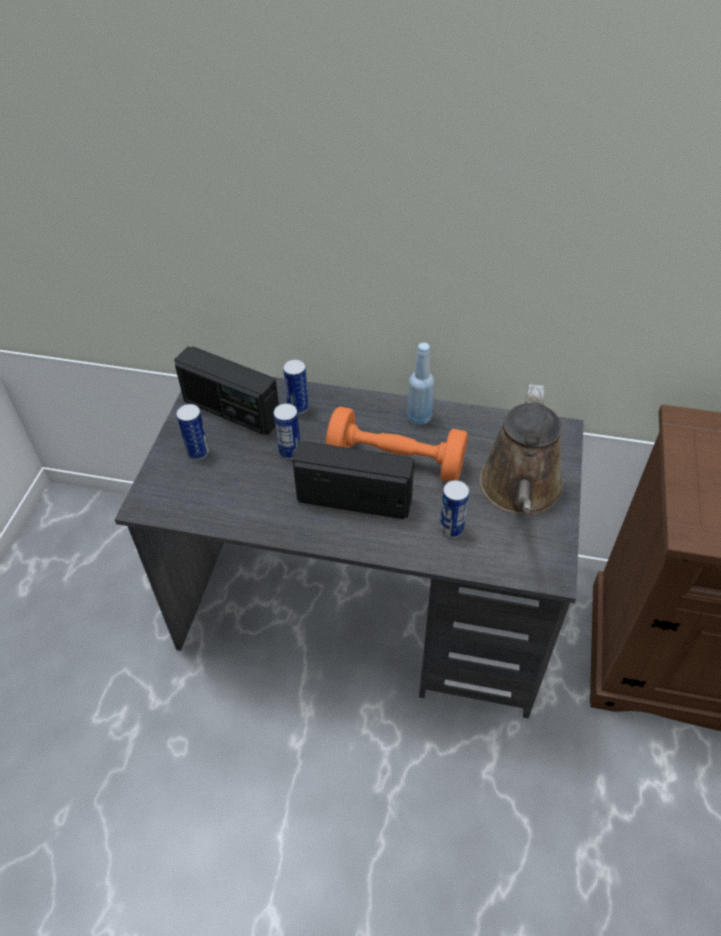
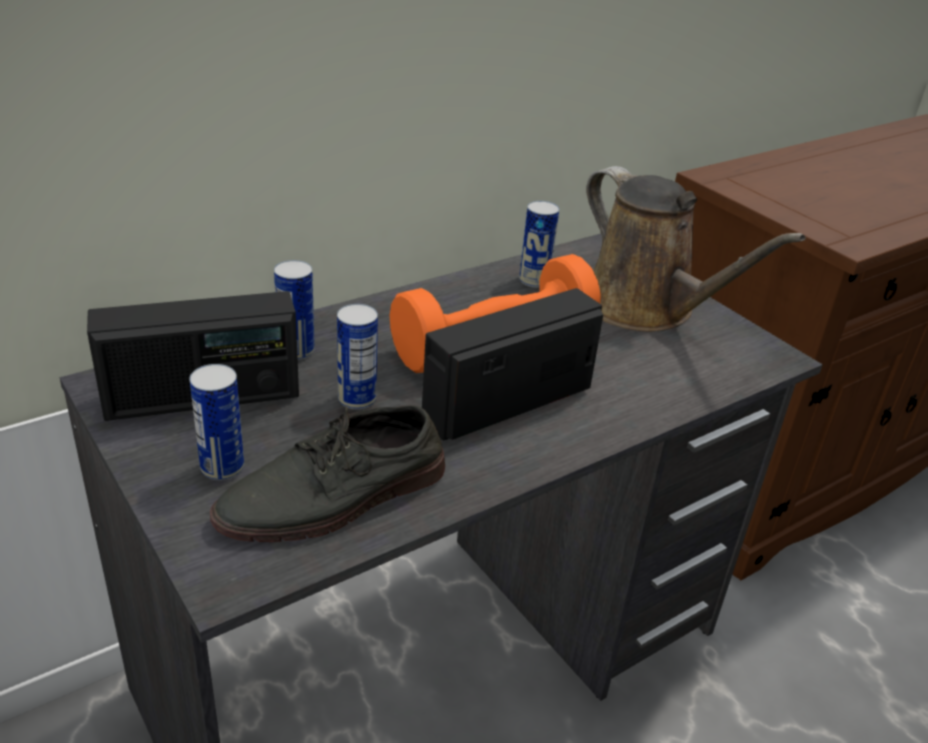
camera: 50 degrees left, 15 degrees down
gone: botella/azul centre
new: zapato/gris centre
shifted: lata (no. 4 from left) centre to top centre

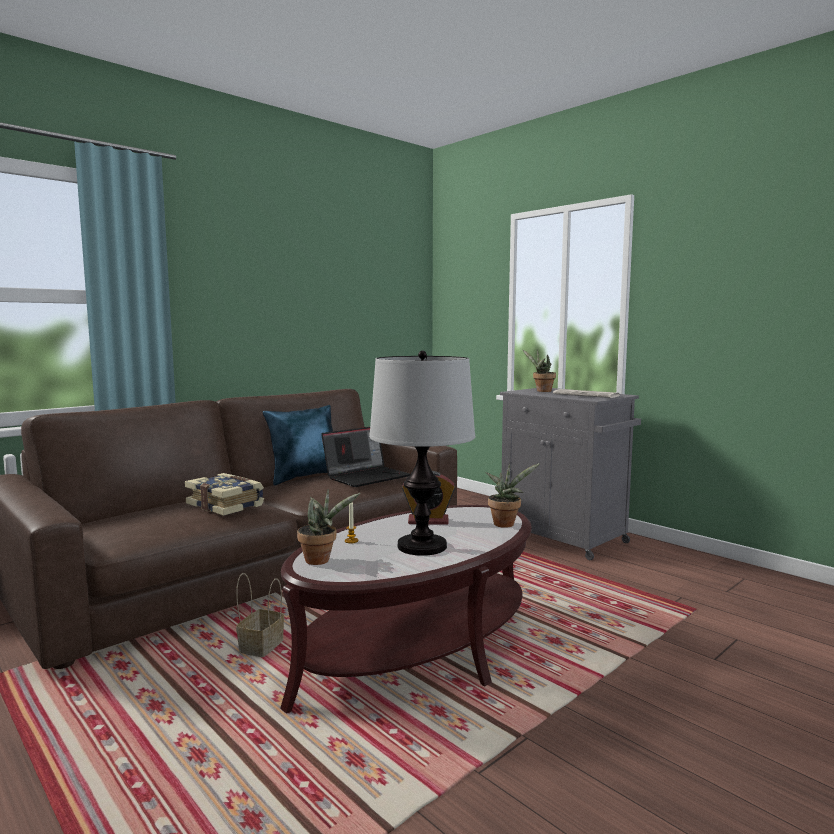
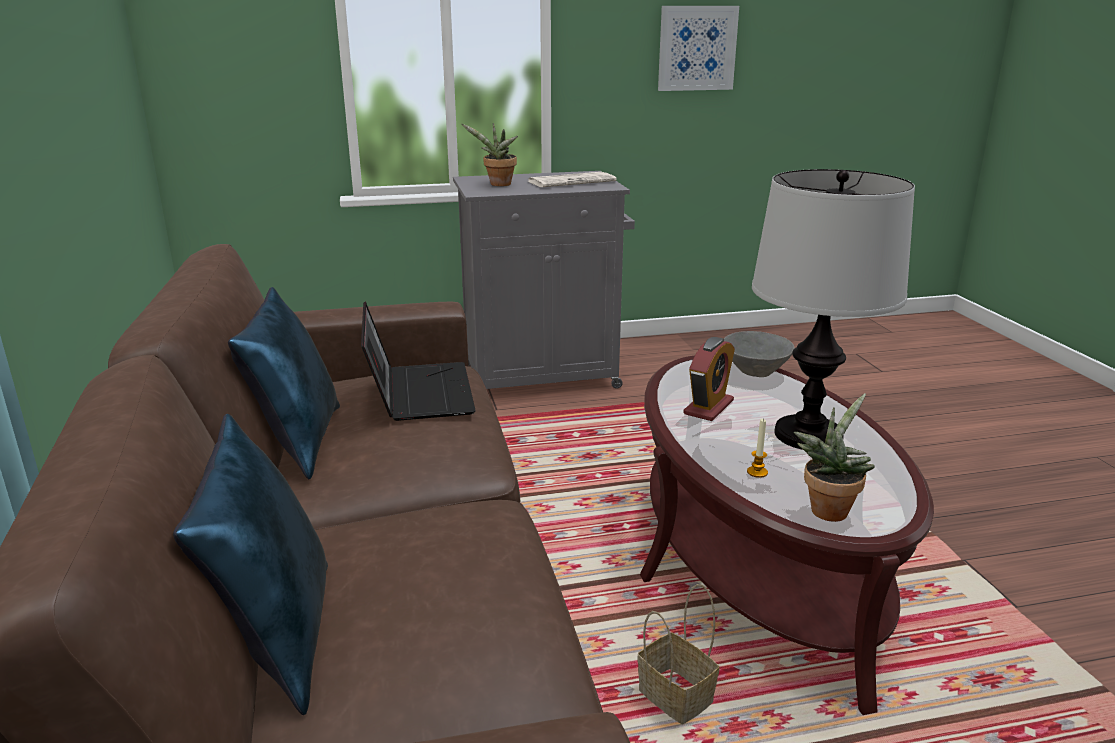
camera: 60 degrees left, 15 degrees up
gone: libro middle left
new: cojín/azul (no. 1 from left) bottom left; cuadro top centre
swapped: planta en maceta (no. 2 from left) centre to cuenco/gris middle right

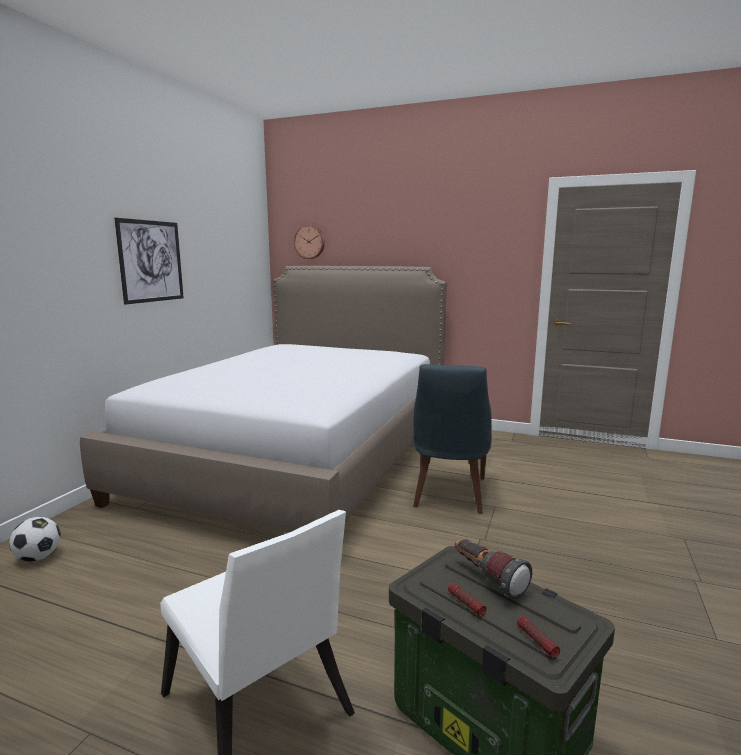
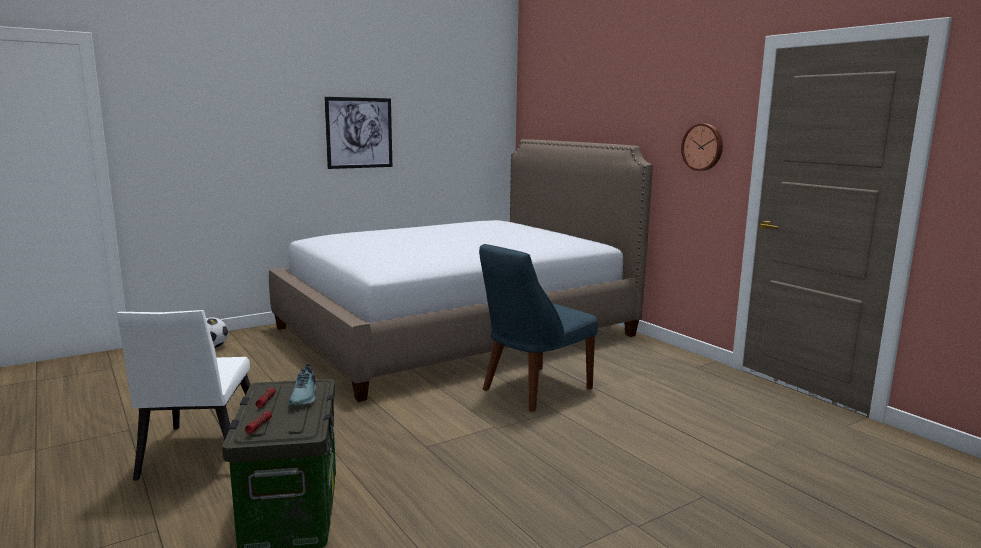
camera: 35 degrees right, 0 degrees up
shifted: reloj de pared top centre to top right
swapped: linterna (no. 2 from left) bottom centre to zapato bottom left

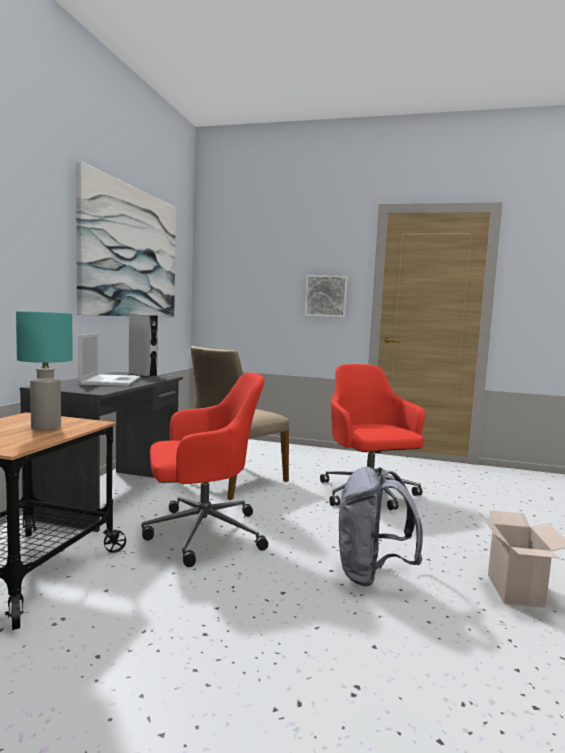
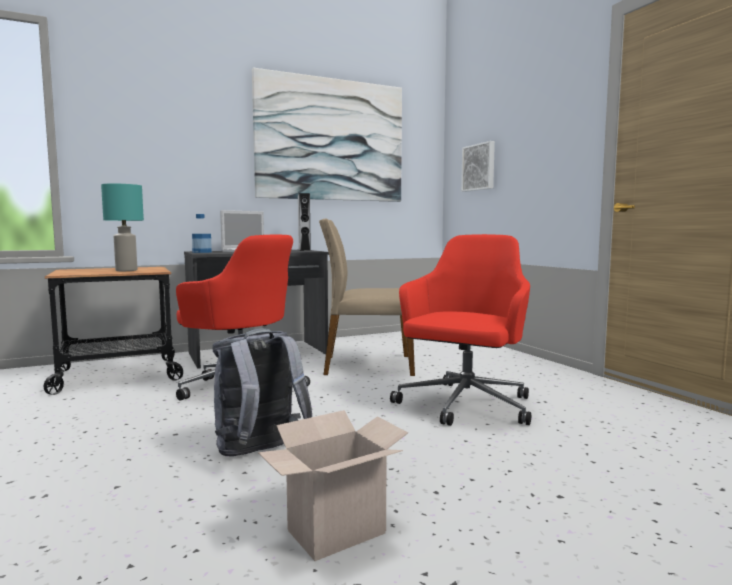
camera: 50 degrees right, 0 degrees up
new: botella middle left
shifted: cuadro (no. 2 from left) centre to top centre

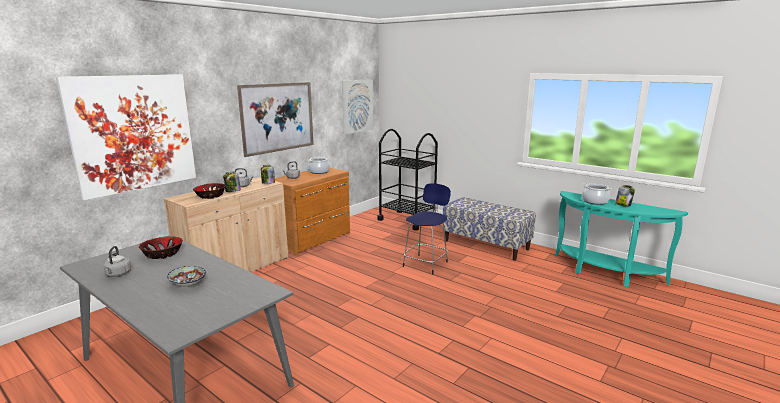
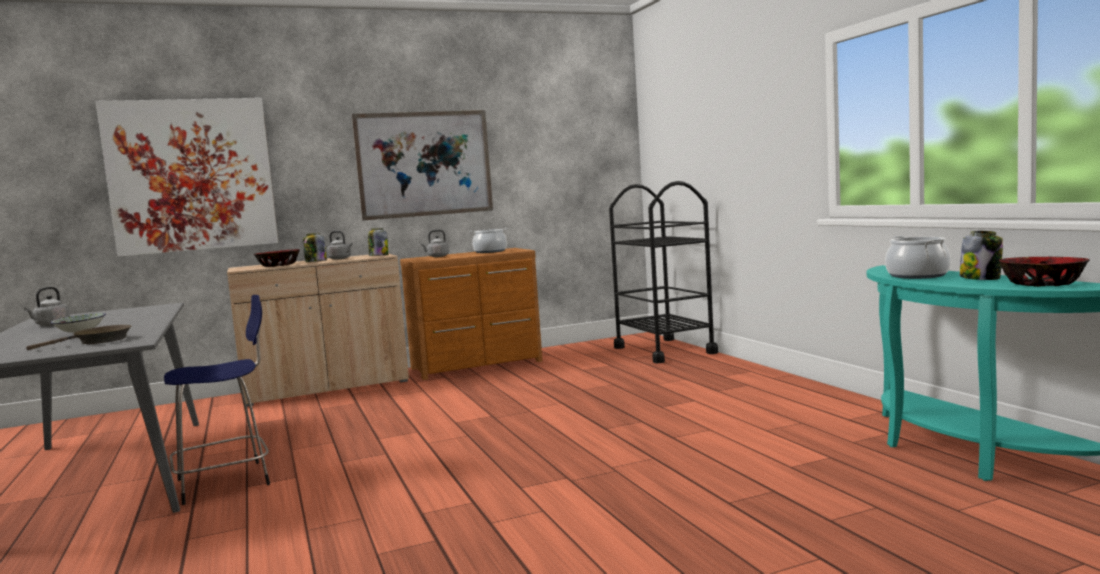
camera: 30 degrees right, 10 degrees down
gone: cuadro (no. 3 from left) top centre; banco centre
new: sartén/marrón middle left
shifted: taburete/azul centre to bottom left; cuenco (no. 1 from left in the first image) middle left to cuenco (no. 3 from left) middle right

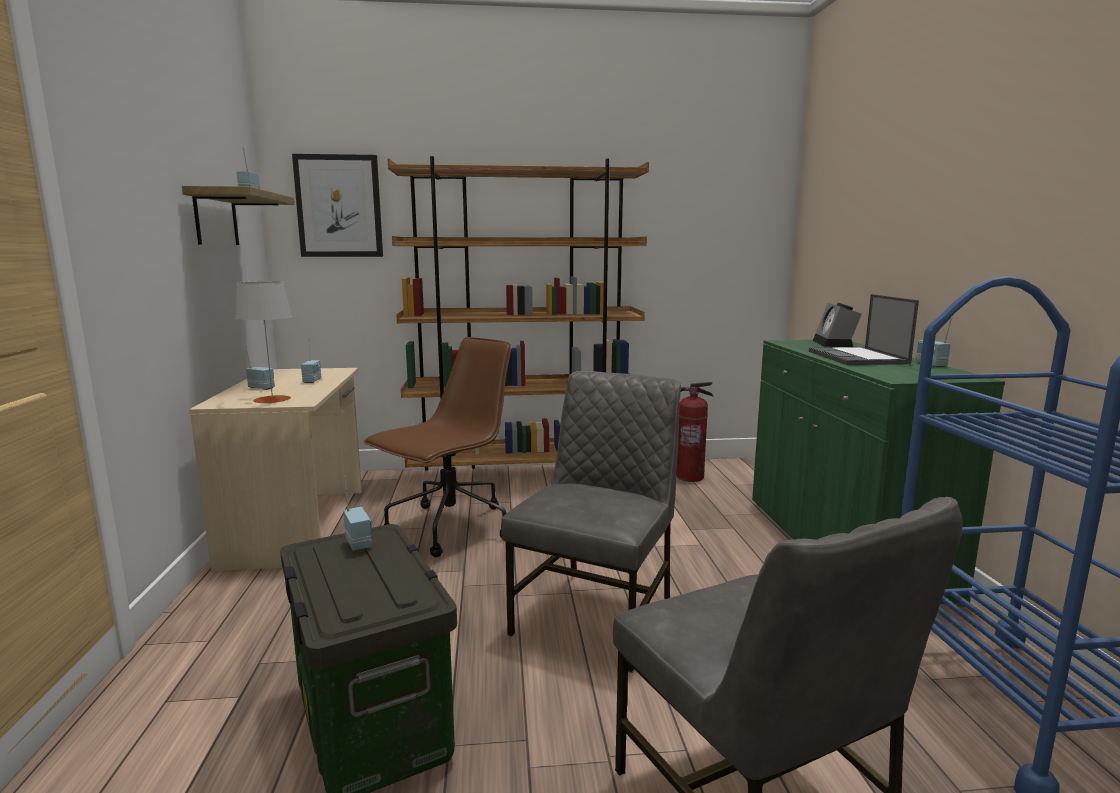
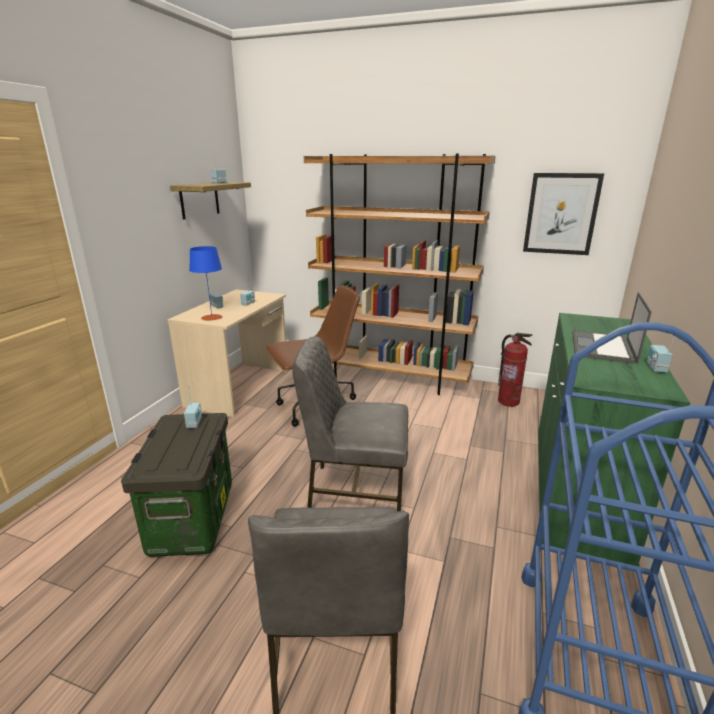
camera: 25 degrees right, 10 degrees up
gone: despertador middle right
shifted: cuadro top left to top right
repainted: lámpara de mesa/gris middle left to lámpara de mesa/azul middle left
rotated: silla/gris (no. 1 from left in the first image) centre = centre 135 degrees counterclockwise

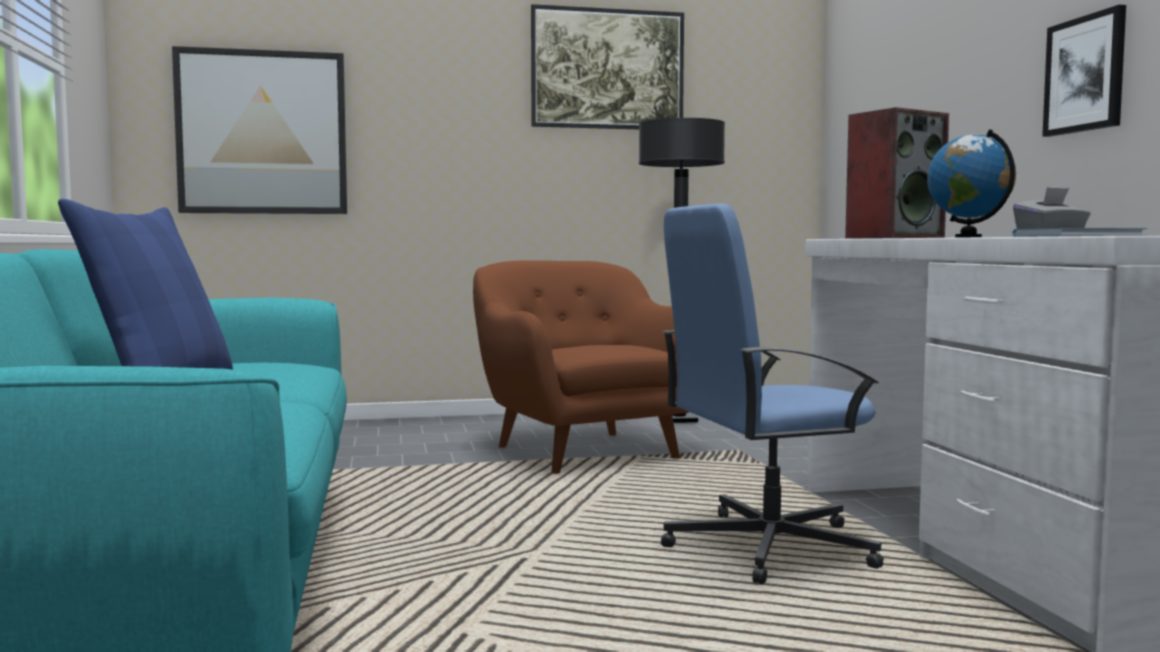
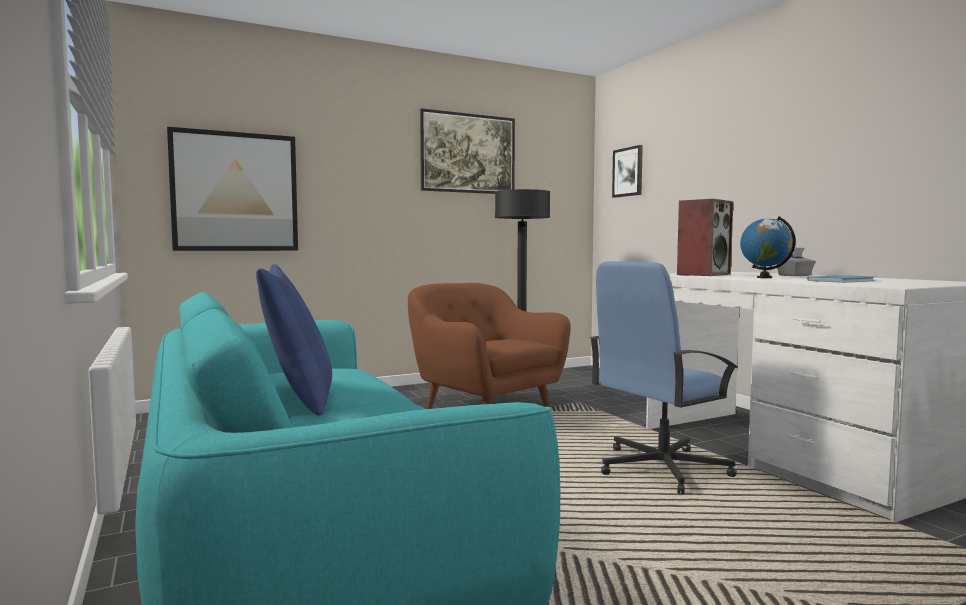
camera: 15 degrees left, 0 degrees up
shifted: cuadro (no. 3 from left) top right to top centre

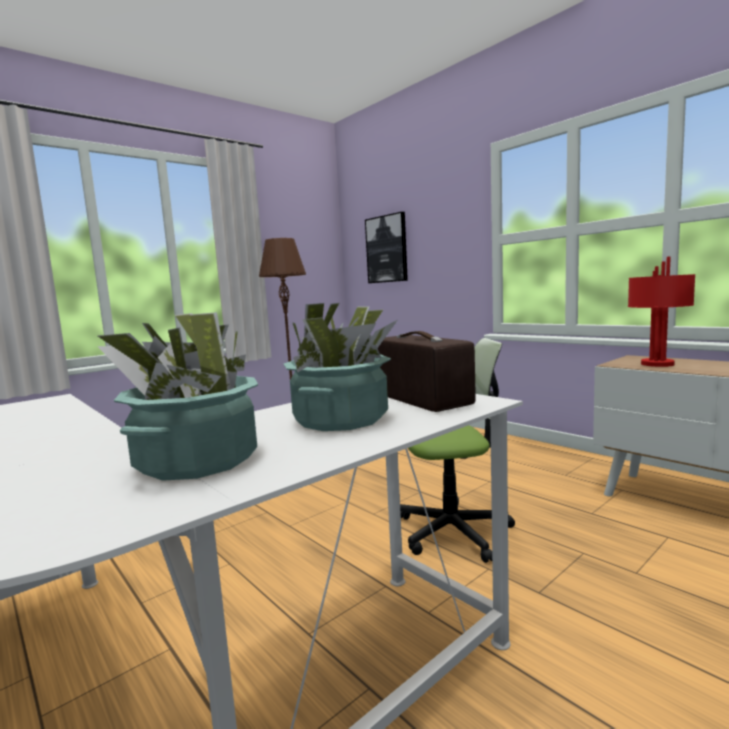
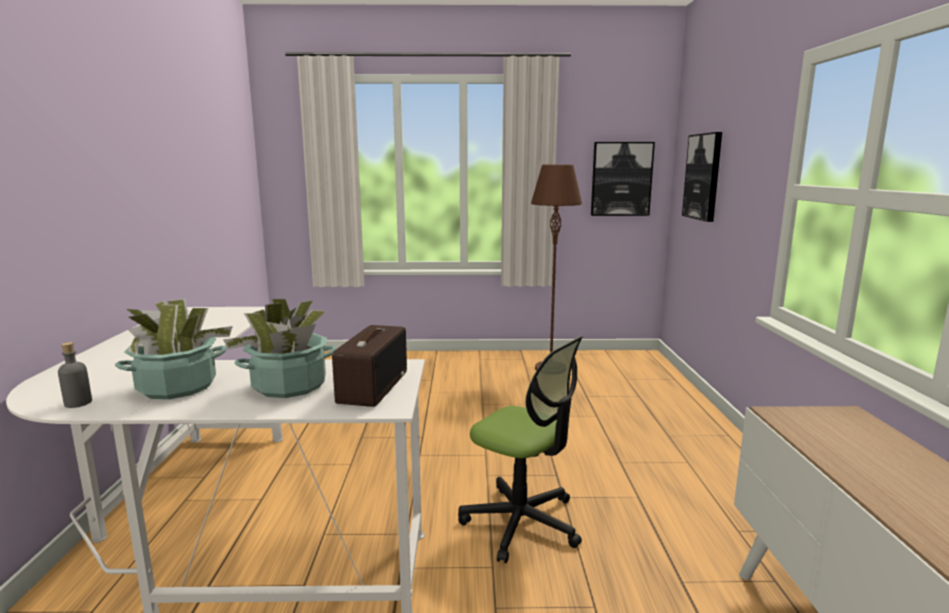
camera: 40 degrees right, 5 degrees up
gone: lámpara de mesa/rojo middle right
new: botella/gris middle left; cuadro (no. 1 from left) top centre

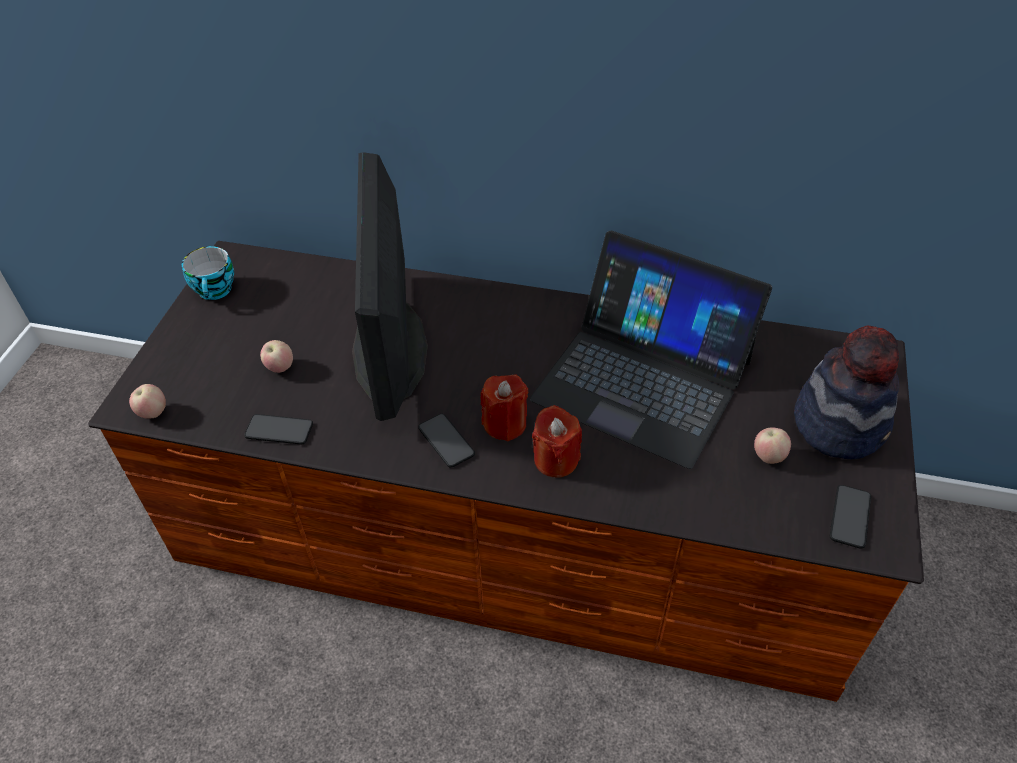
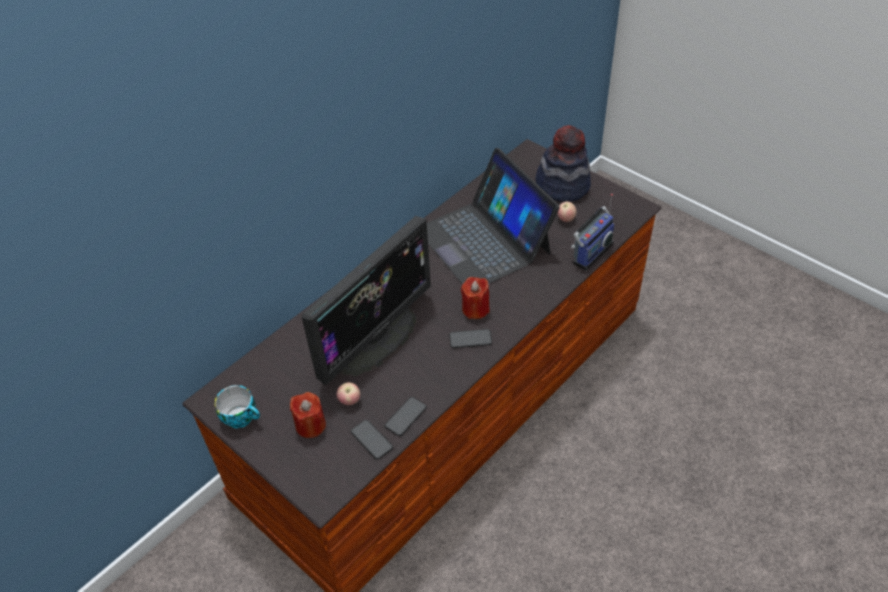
camera: 60 degrees left, 0 degrees up
gone: manzana (no. 1 from left) middle left
new: radio middle right
shifted: vela/rojo (no. 2 from left in the first image) centre to vela/rojo (no. 1 from left) bottom centre; móvil (no. 3 from left in the first image) bottom right to móvil (no. 1 from left) bottom centre
rotated: monitor centre = centre 75 degrees counterclockwise; portátil centre = centre 90 degrees clockwise

